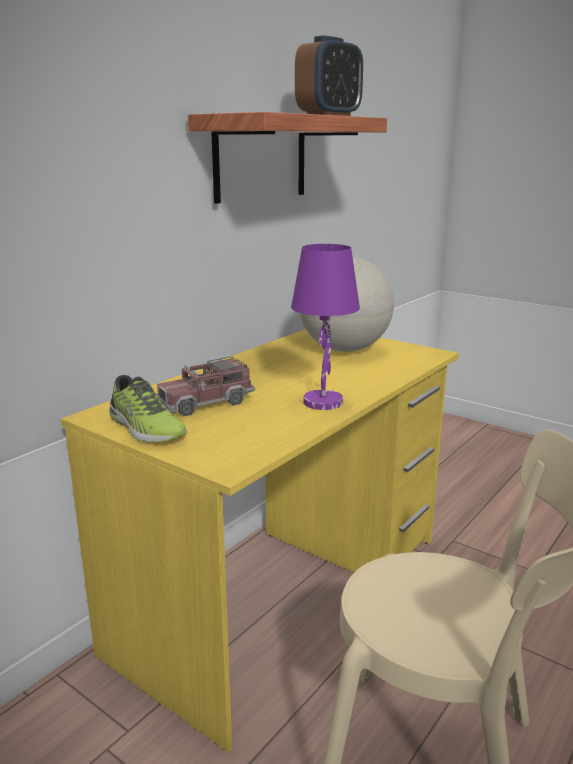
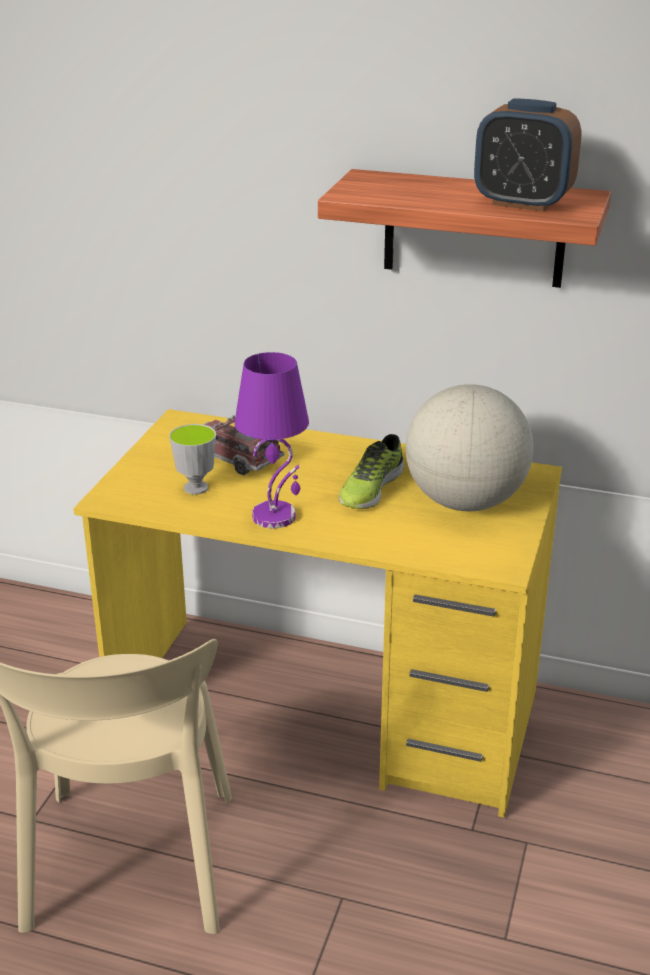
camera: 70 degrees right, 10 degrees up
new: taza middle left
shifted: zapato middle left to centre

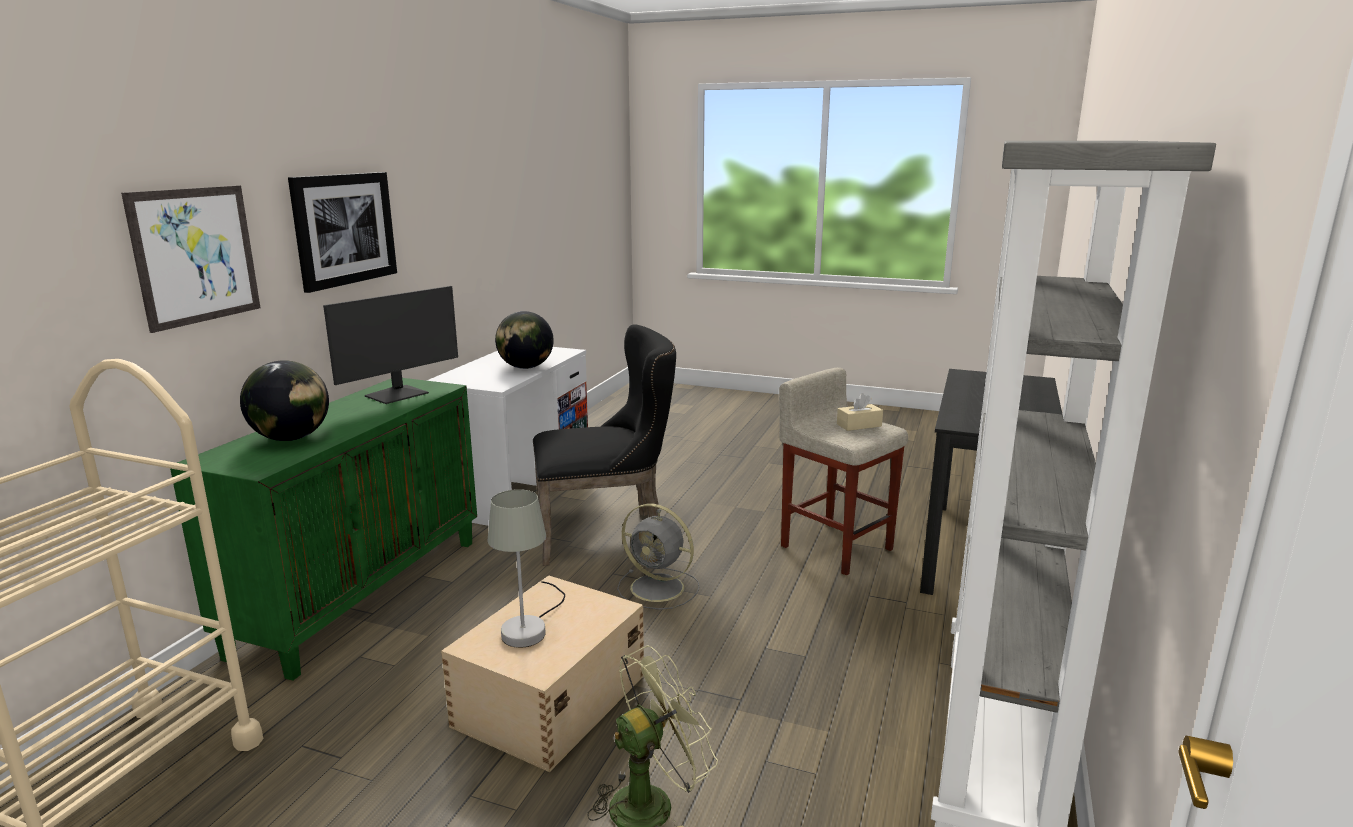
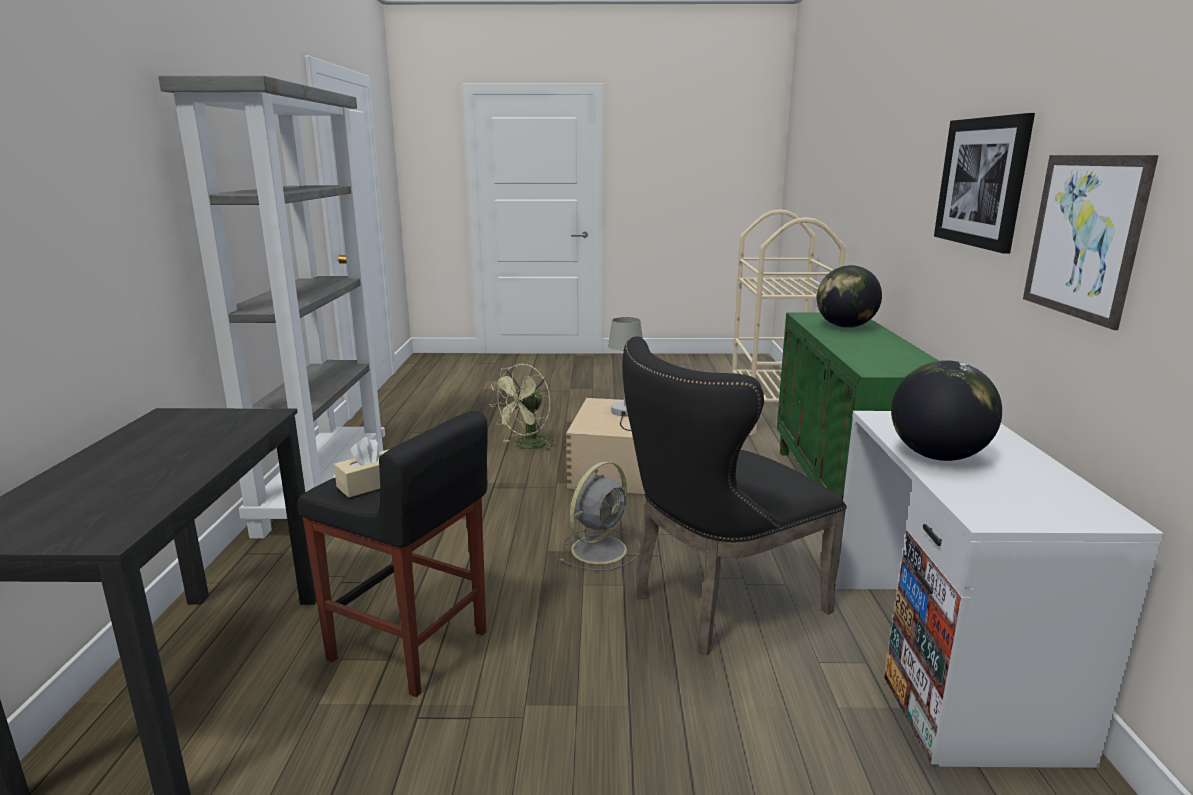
camera: 160 degrees right, 0 degrees up
gone: monitor middle left
shifted: cuadro (no. 1 from left in the first image) top left to cuadro (no. 2 from left) top right
repainted: taburete/beis centre to taburete/negro bottom left
rotated: ventilador/gris bottom centre = centre 120 degrees clockwise

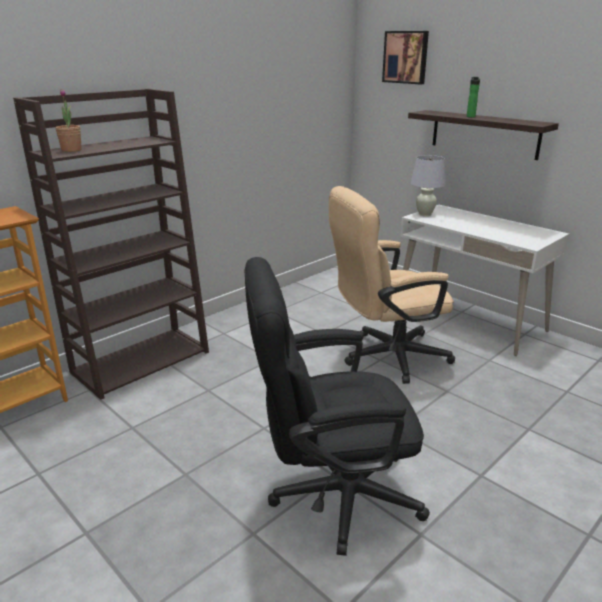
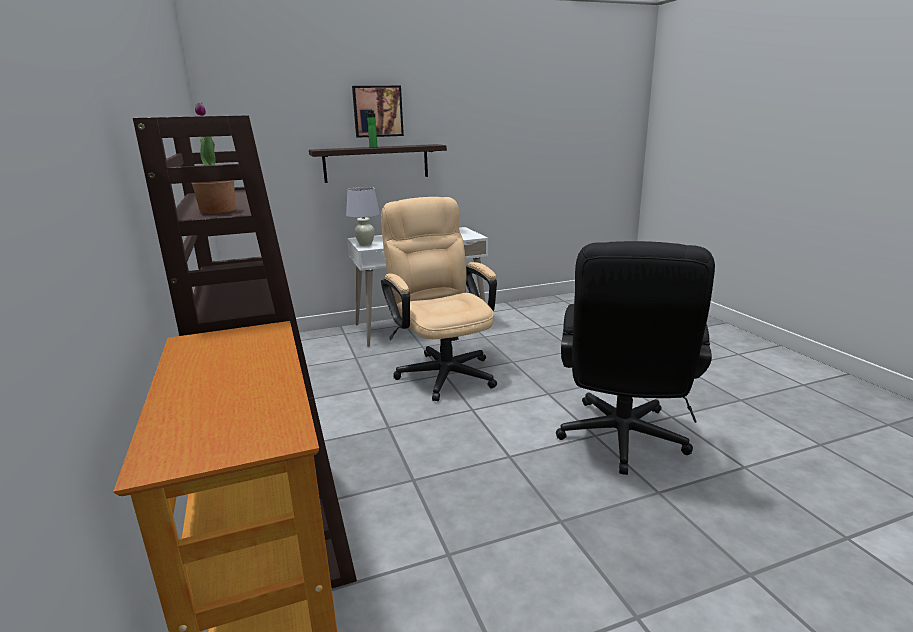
camera: 65 degrees left, 5 degrees down
shifted: cuadro top right to top centre
rotated: silla de oficina/beis centre = centre 150 degrees clockwise

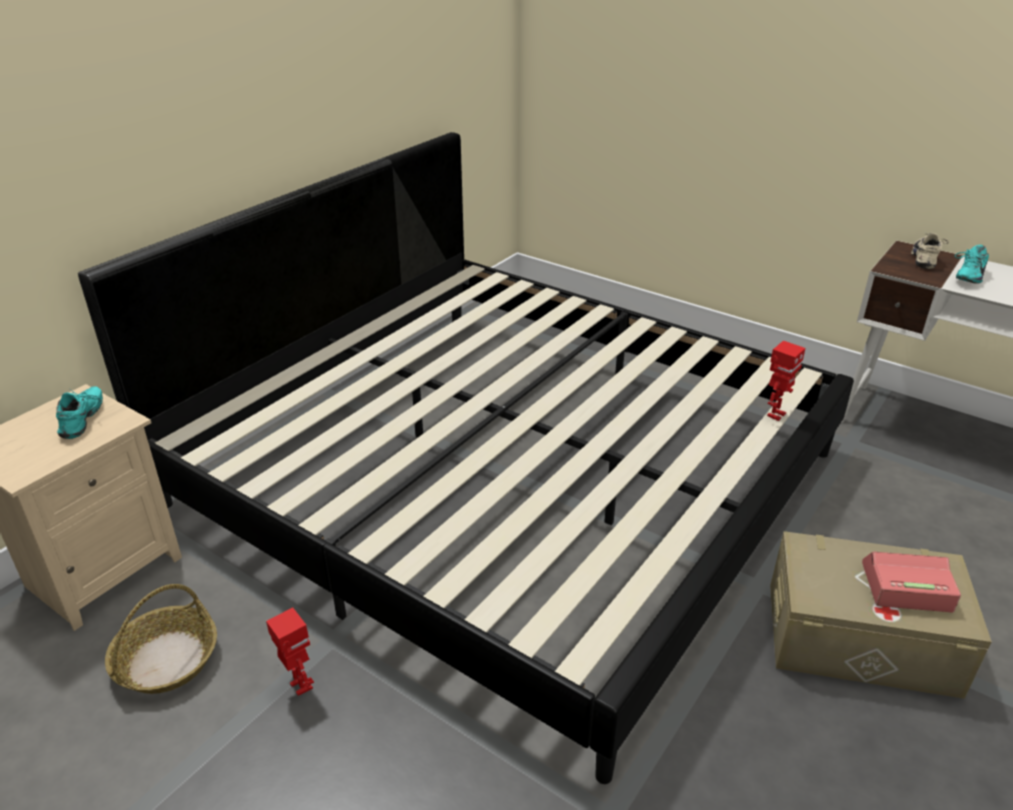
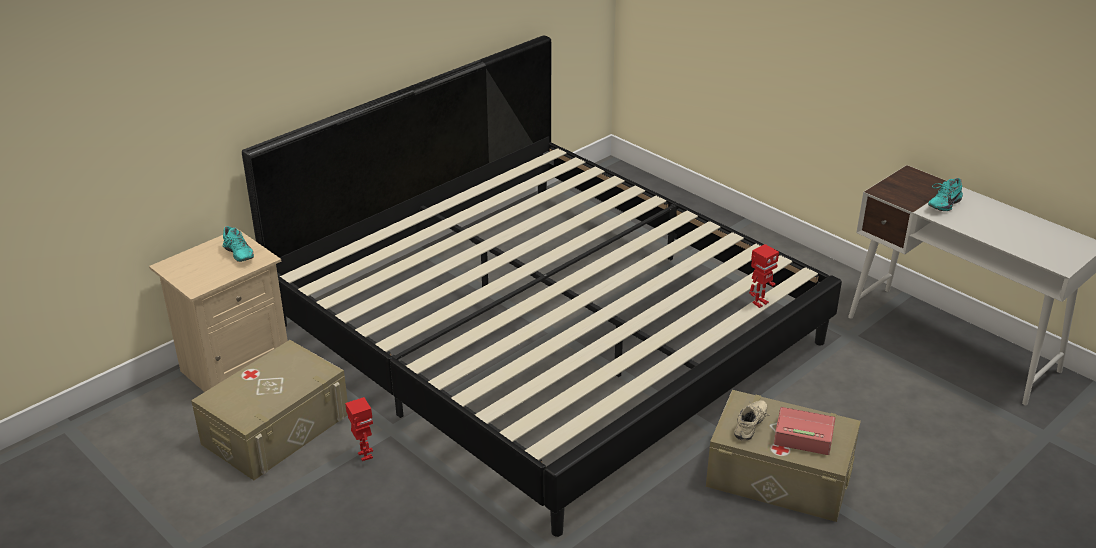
camera: 10 degrees right, 0 degrees up
shifted: zapato/beis top right to bottom right
swapped: cesta bottom left to caja de almacenaje/beis (no. 1 from left) bottom left
rotated: zapato/turquesa (no. 1 from left) middle left = middle left 135 degrees clockwise

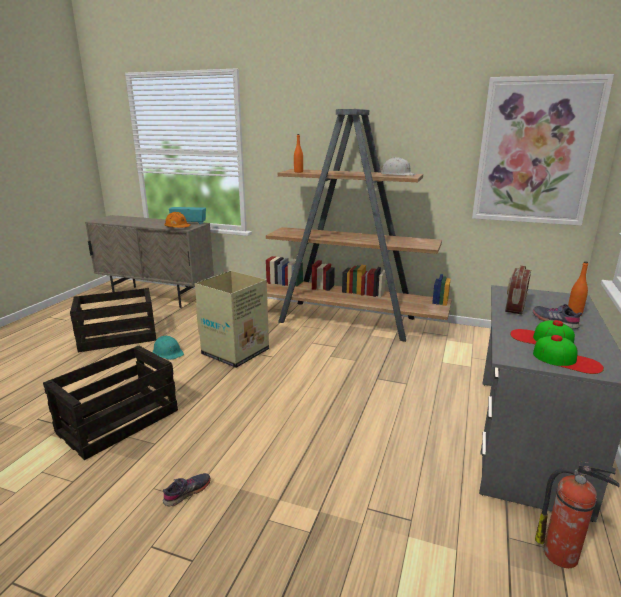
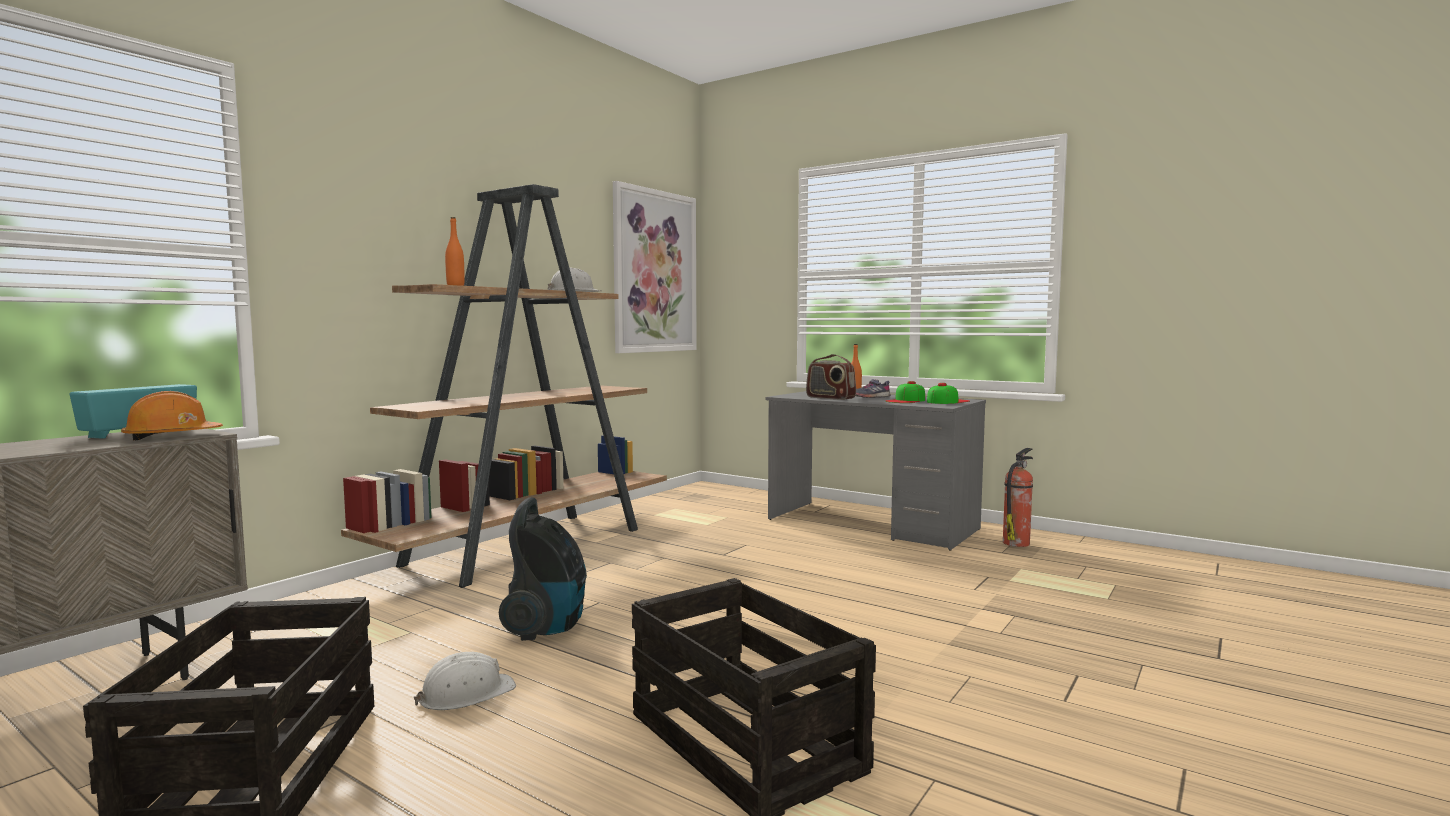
camera: 75 degrees left, 15 degrees down
gone: zapato/gris (no. 1 from left) bottom left
swapped: caja de cartón centre to aspiradora bottom centre
repainted: casco/turquesa middle left to casco/blanco (no. 1 from left) bottom left

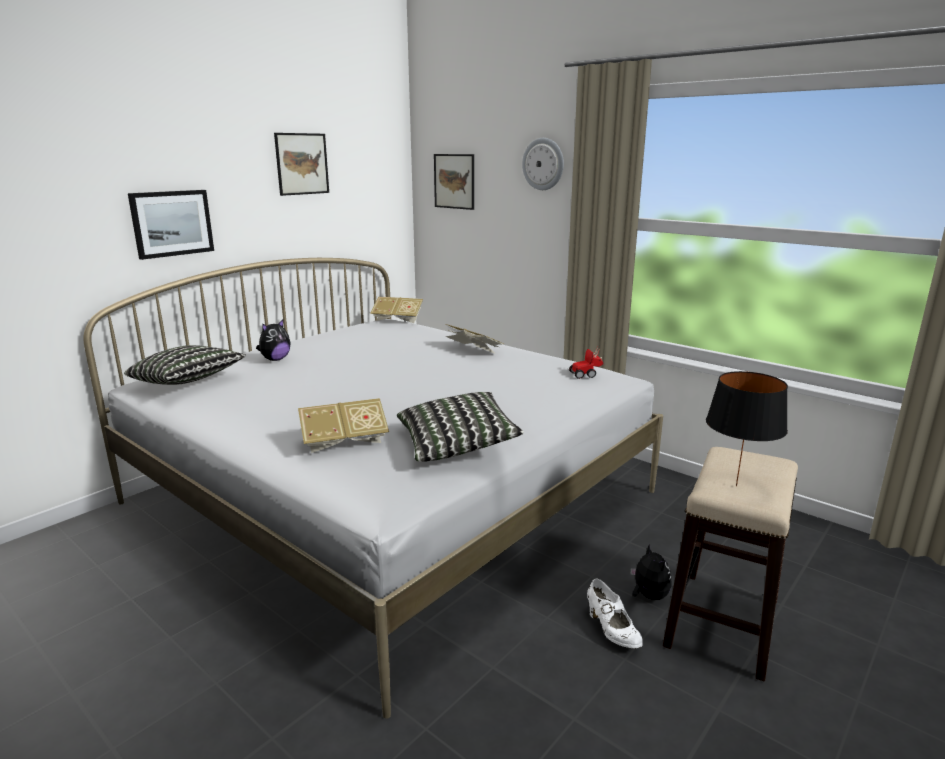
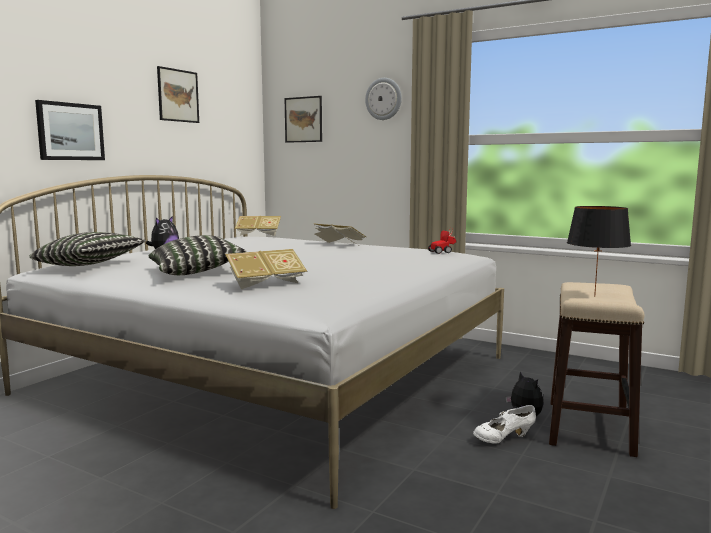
camera: 10 degrees left, 10 degrees down
shifted: cojín (no. 2 from left) centre to middle left
rotated: zapato/blanco bottom centre = bottom right 105 degrees clockwise

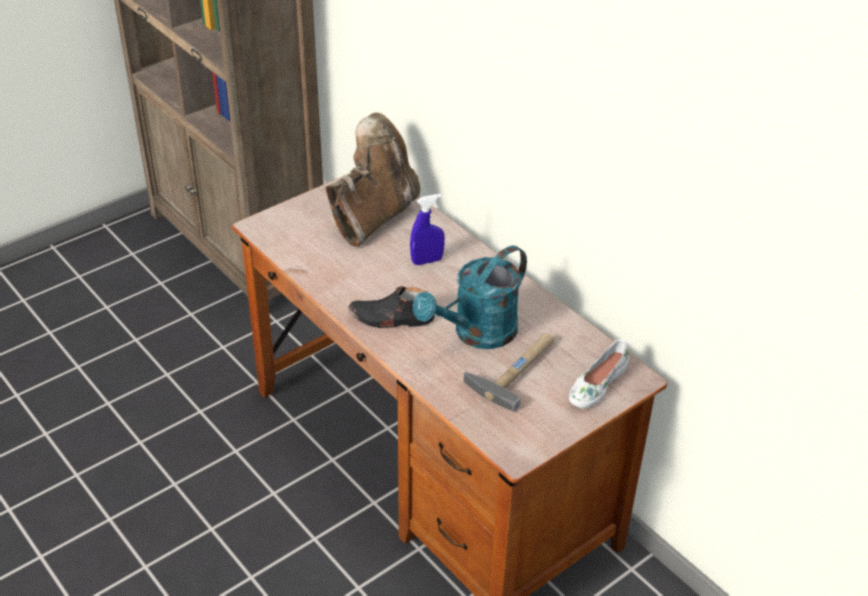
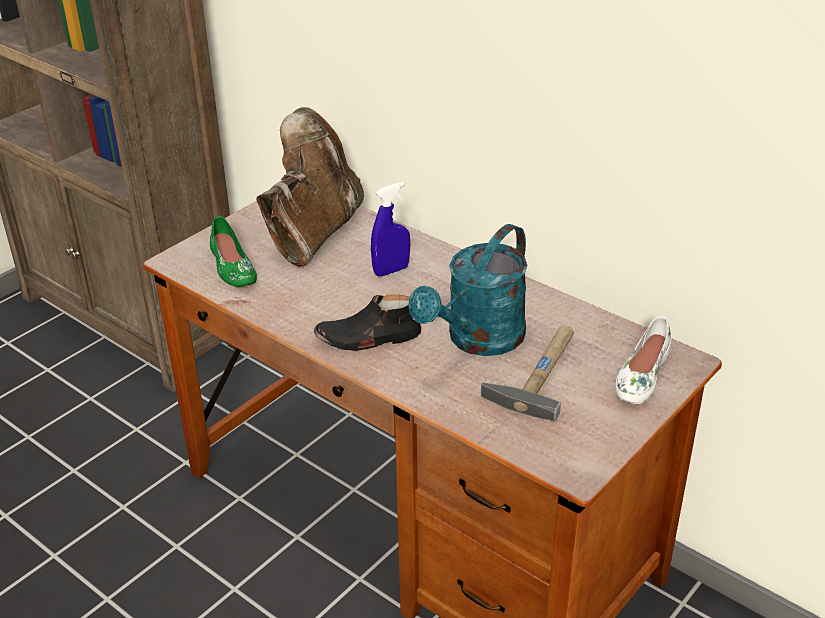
camera: 10 degrees left, 5 degrees down
new: zapato/verde middle left

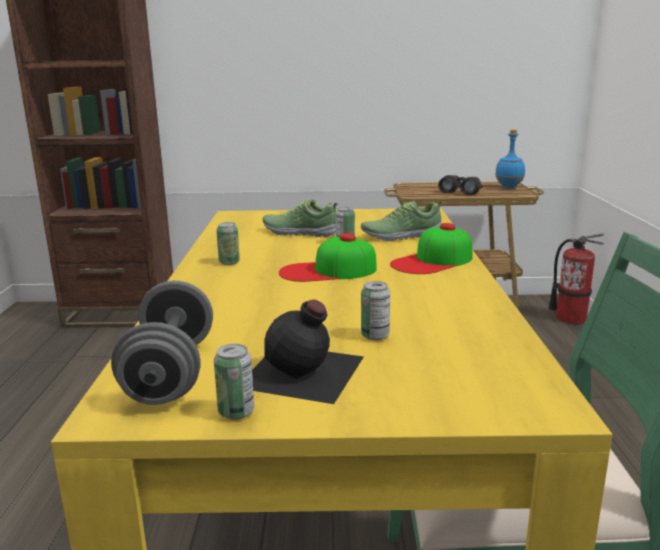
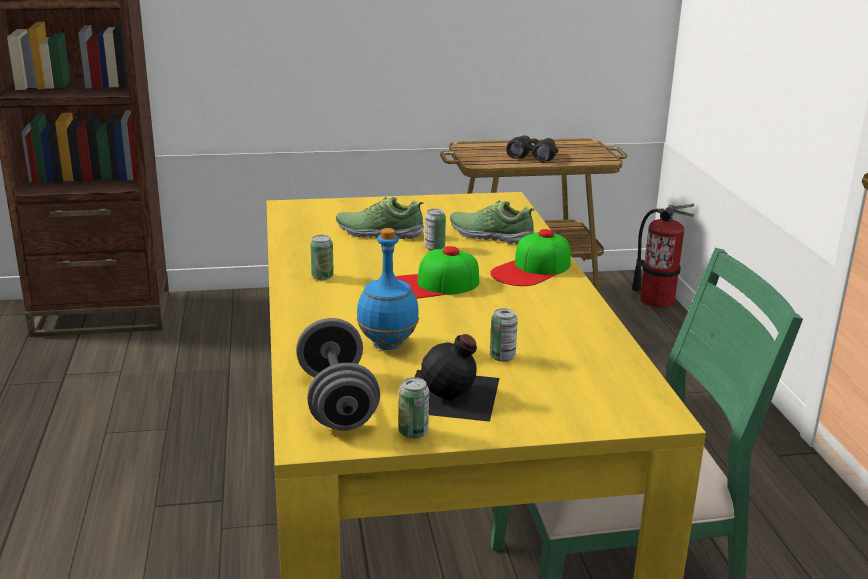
camera: 10 degrees left, 5 degrees up
shifted: botella/azul top right to centre
rotated: zapato (no. 2 from left) centre = centre 45 degrees clockwise

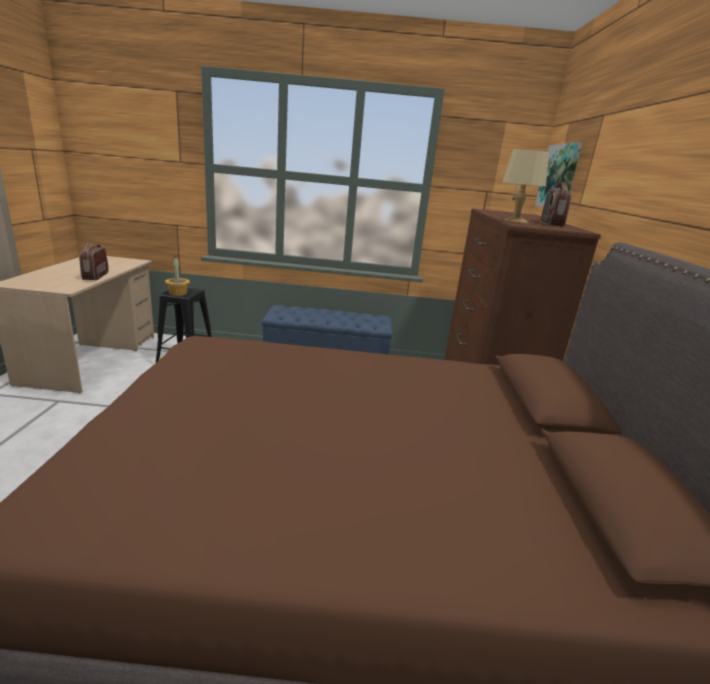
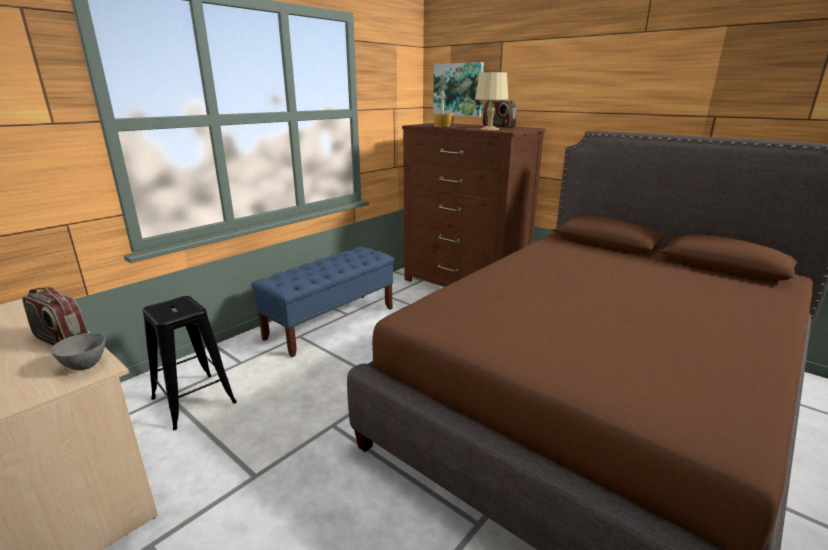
camera: 50 degrees left, 0 degrees up
new: cuenco/gris middle left
shifted: planta en maceta middle left to top centre

